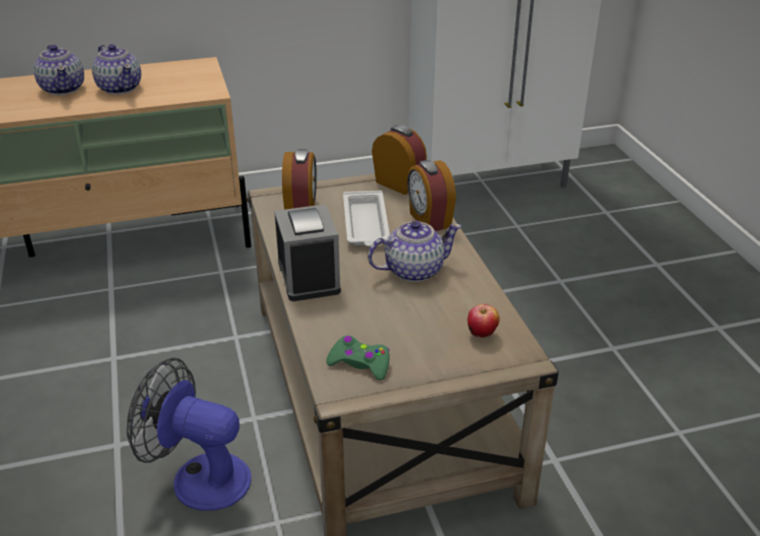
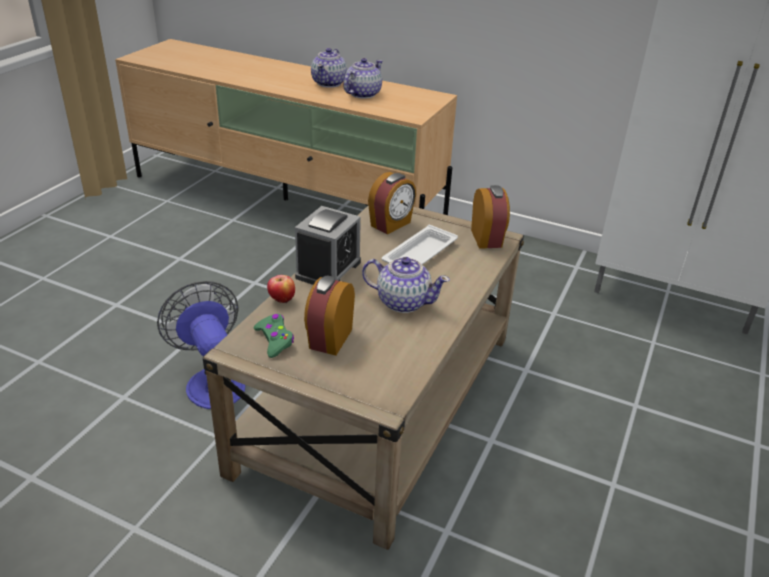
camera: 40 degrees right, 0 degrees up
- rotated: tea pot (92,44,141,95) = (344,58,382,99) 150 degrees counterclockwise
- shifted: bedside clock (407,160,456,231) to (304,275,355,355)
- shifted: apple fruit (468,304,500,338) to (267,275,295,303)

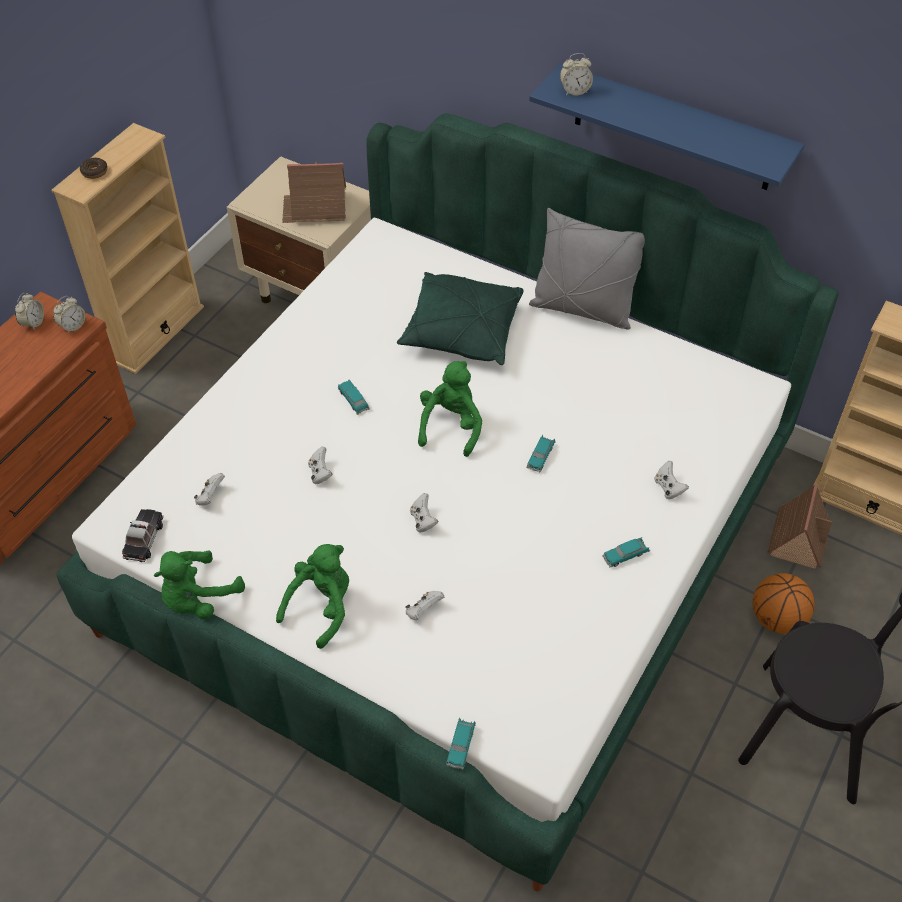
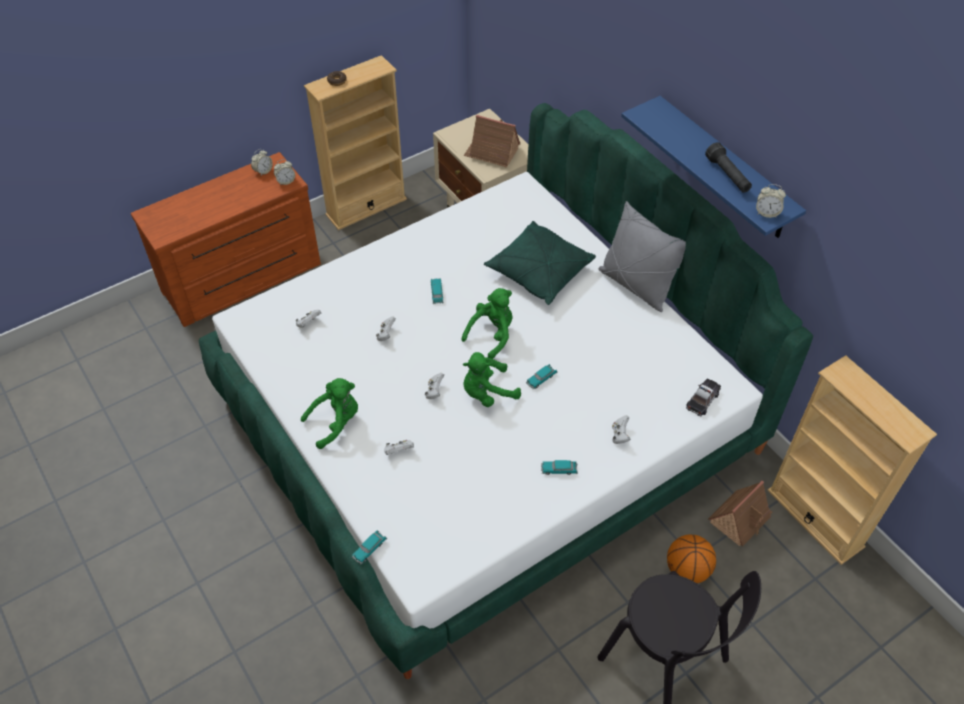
camera: 25 degrees right, 0 degrees up
- shifted: bedside clock (560,53,593,95) to (756,184,786,218)
- shifted: toy car (122,509,163,562) to (686,379,721,416)
- shifted: green-coloured cuddly toy (153,550,245,619) to (463,352,521,407)
- new: black-coloured hand torch (705,142,752,193)

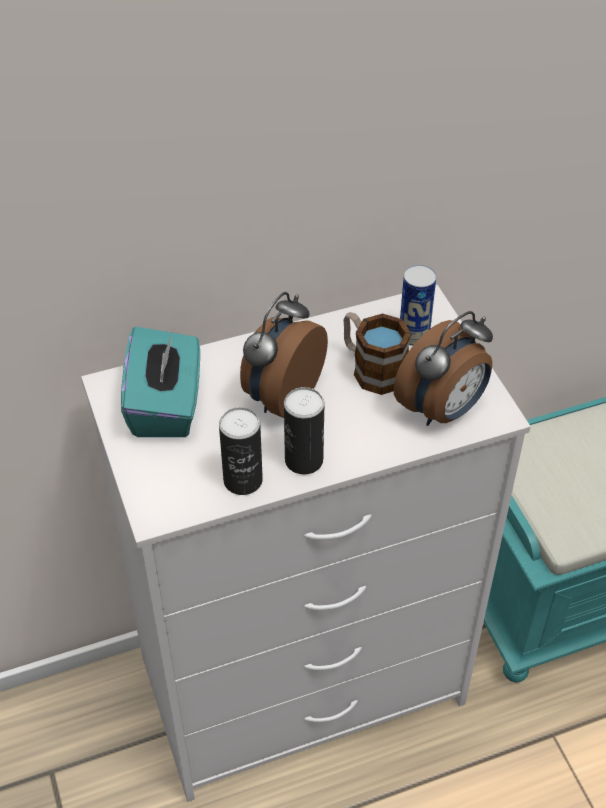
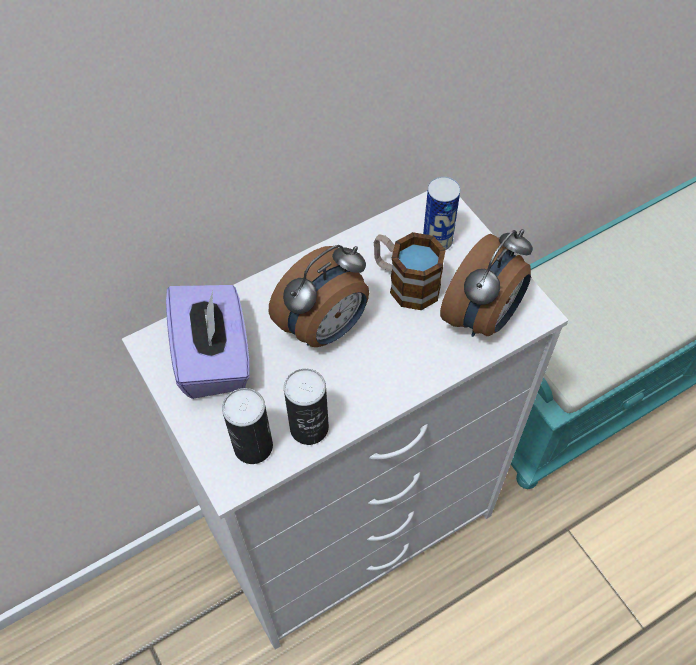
camera: 10 degrees left, 10 degrees up
- rotated: bedside clock (240,292,328,418) = (269,245,369,347) 150 degrees counterclockwise
- repainted: turquoise-coloured box of tissues (121,326,200,437) to purple box of tissues (166,285,250,399)
- shifted: metal can (284,387,324,474) to (222,388,273,464)

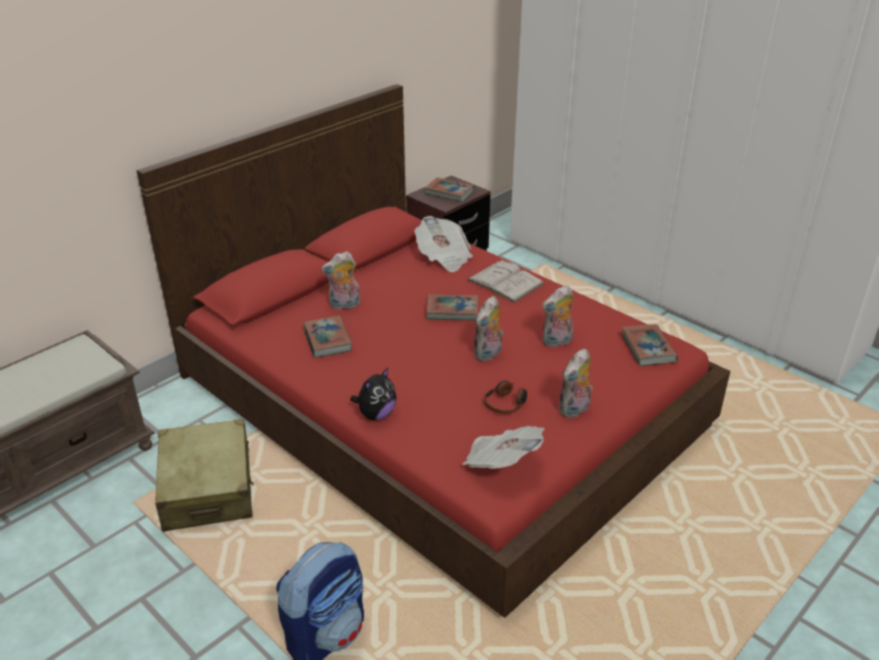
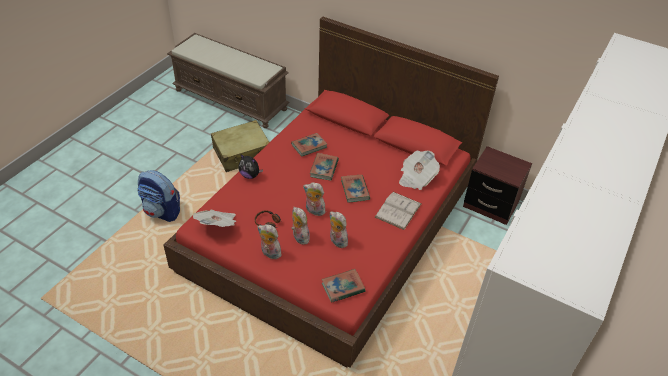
camera: 75 degrees right, 10 degrees up
- shifted: bound book (425,178,474,202) to (310,153,339,180)
- shifted: cuddly toy (321,251,360,310) to (291,207,310,245)

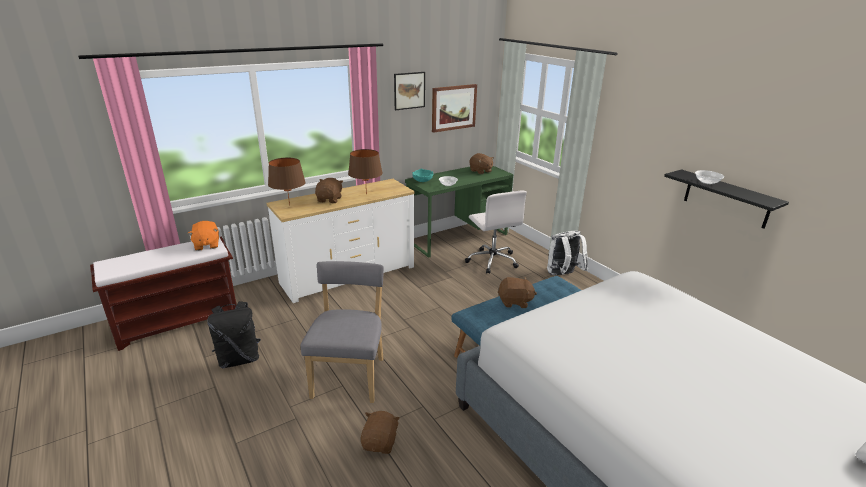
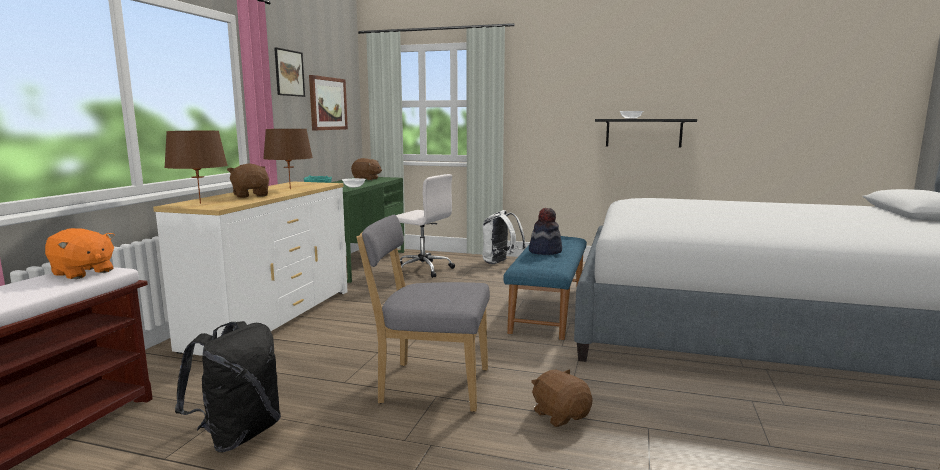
camera: 40 degrees left, 15 degrees down
- rotated: gray plain chair (301,261,384,403) = (357,214,490,412) 45 degrees counterclockwise
- swapped: brownish cuddly toy (498,277,537,308) to hat (529,208,562,255)

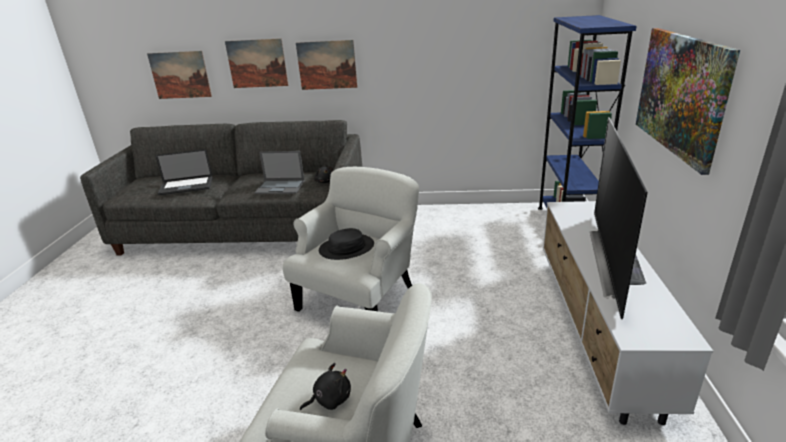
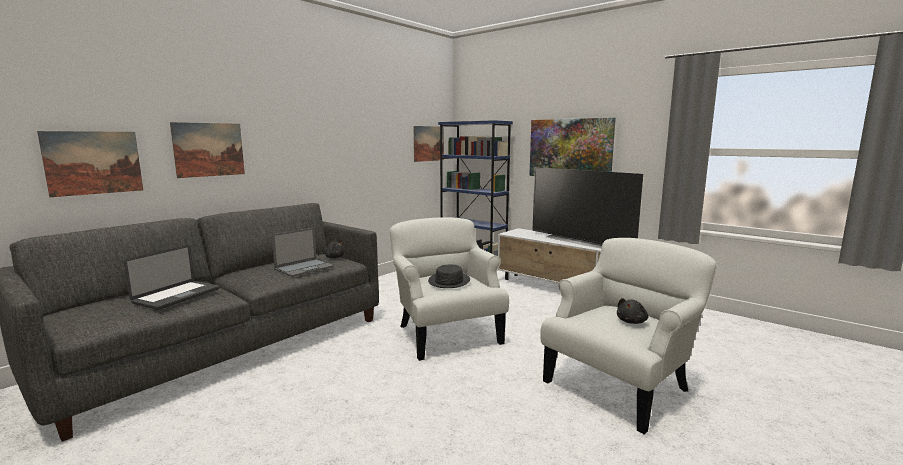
camera: 55 degrees left, 15 degrees down
- shifted: picture (296,40,357,90) to (413,126,444,162)
- rotated: black-coloured cuddly toy (300,363,351,410) = (617,298,648,324) 150 degrees counterclockwise

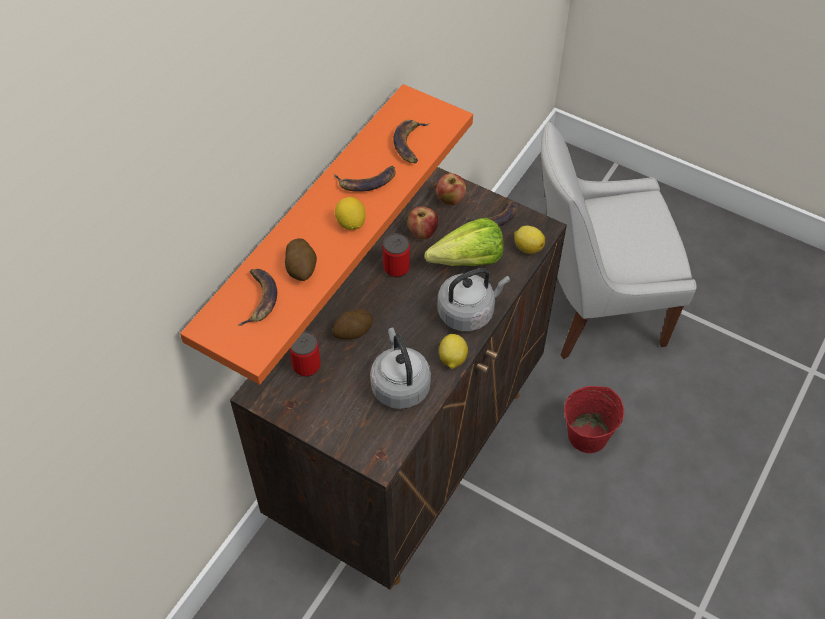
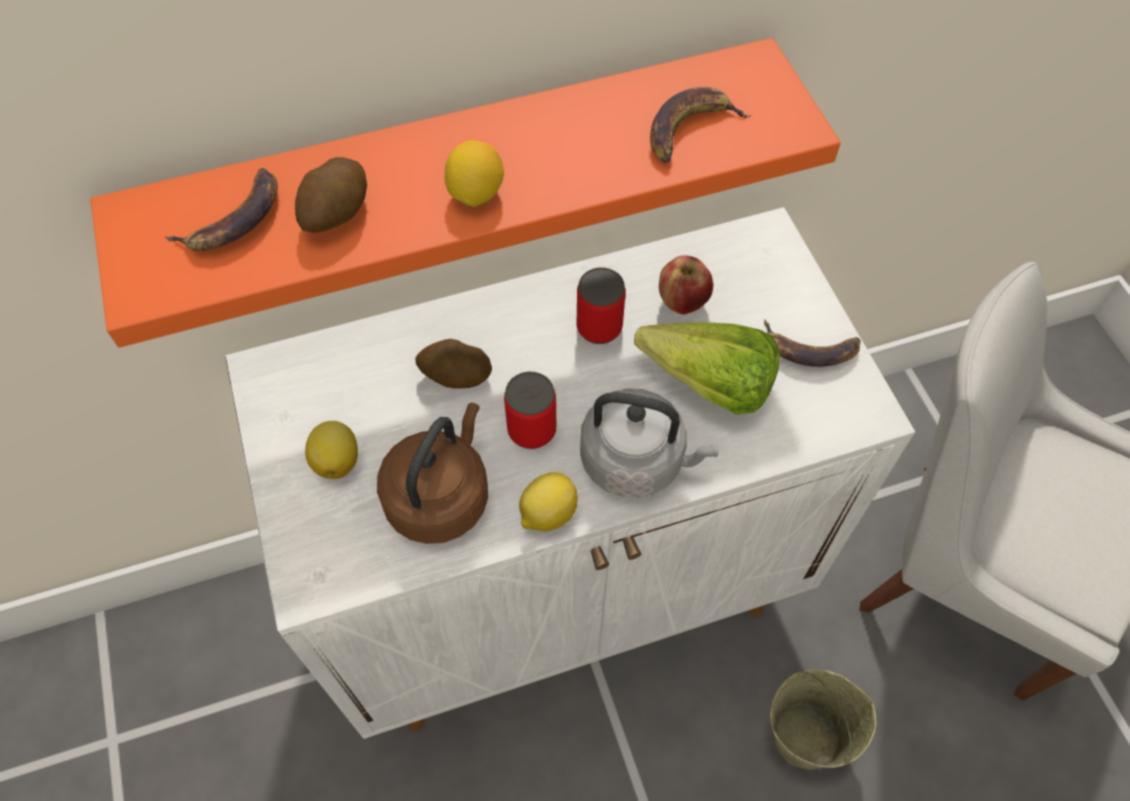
camera: 40 degrees right, 5 degrees up
- gone: whole banana (334,166,396,192)
- repainted: brownish cupboard (230,167,567,590) to white cupboard (225,207,915,739)
- gone: apple fruit (436,173,466,205)
- shifted: whole lemon (514,226,545,254) to (305,421,358,479)
- repainted: gray water kettle (370,327,431,409) to brownish water kettle (377,403,488,544)
- shifted: metal can (289,331,321,377) to (504,372,556,449)
- repainted: reddish water bucket (564,386,624,453) to sand-coloured water bucket (770,669,877,770)

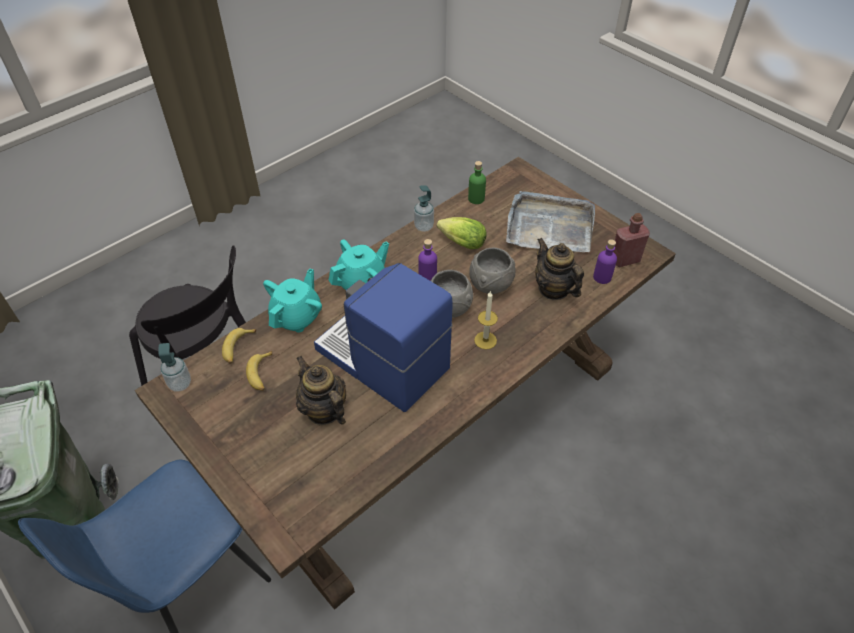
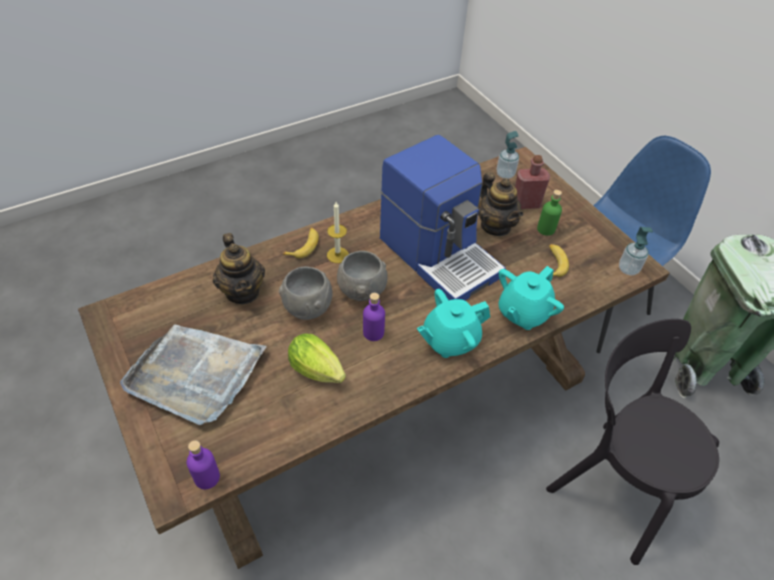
camera: 170 degrees left, 0 degrees up
- shifted: green-coloured beverage bottle (468,161,486,204) to (537,190,562,236)
- shifted: soap bottle (414,186,434,232) to (497,131,519,179)
- shifted: reddish beverage bottle (613,213,650,267) to (515,155,550,209)
- shifted: purple beverage bottle (593,239,617,284) to (187,440,220,489)
- shifted: whole banana (222,328,256,364) to (283,228,319,258)

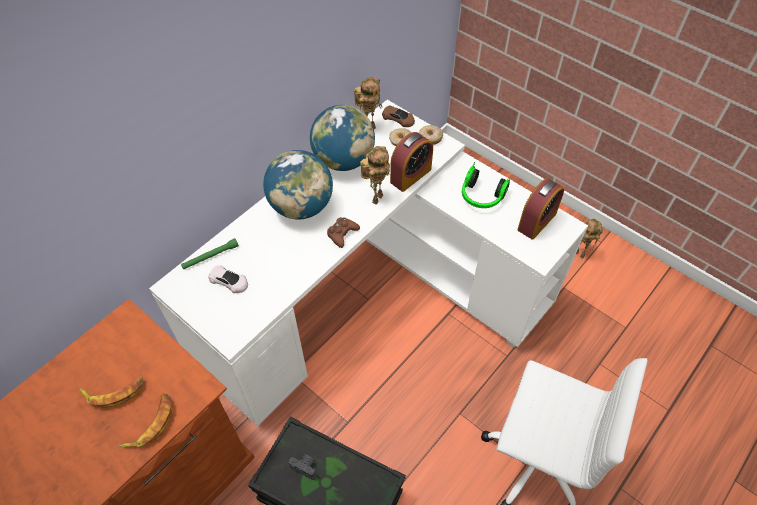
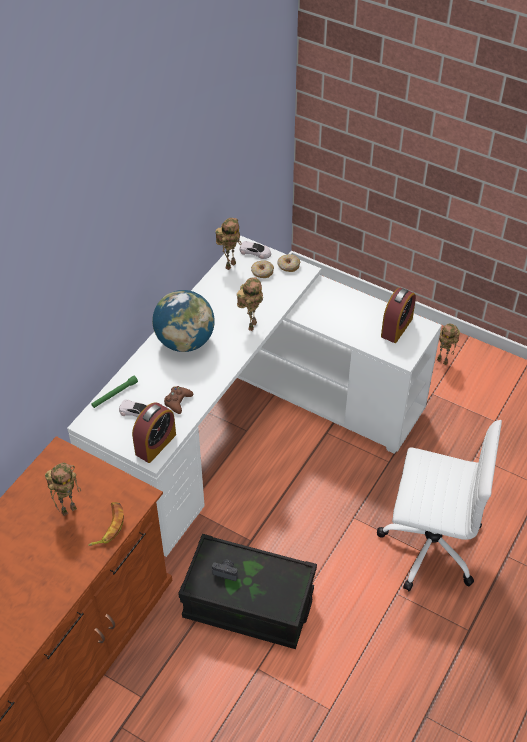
camera: 10 degrees left, 5 degrees down
- gone: desk globe (310,105,375,171)
- repainted: brownish toy car (382,105,415,127) to white toy car (240,241,271,259)
- shifted: bedside clock (390,132,433,192) to (132,402,176,463)
- gone: pair of headphones (462,162,510,208)
- shifted: brownish game controller (327,217,360,248) to (164,386,194,414)
- swapped: whole banana (79,377,143,408) to toy robot (45,463,81,516)

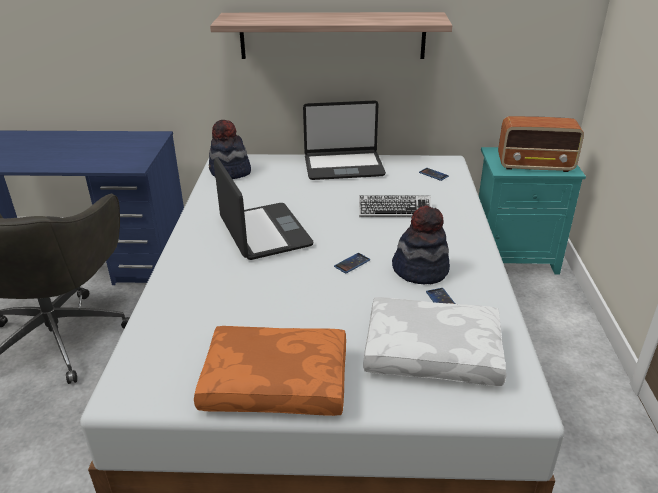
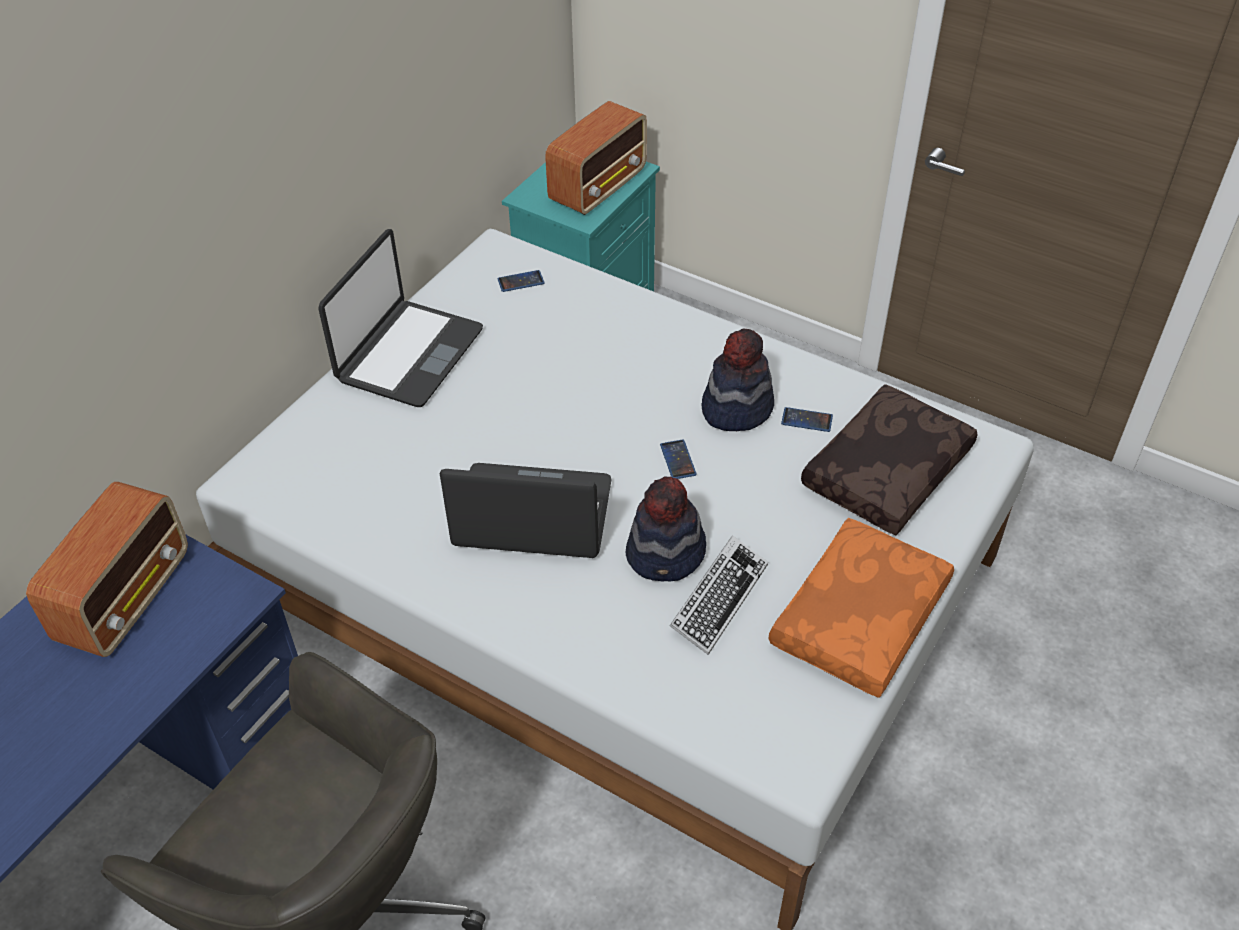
camera: 60 degrees left, 15 degrees up
- gone: bracket shelf (210,12,452,59)
- shifted: hat (209,120,251,179) to (626,476,706,582)
- shifted: PC keyboard (359,195,432,217) to (670,535,768,655)
- repainted: white cushion (363,297,506,386) to brownish cushion (801,384,978,535)
- new: radio set (26,482,188,657)

